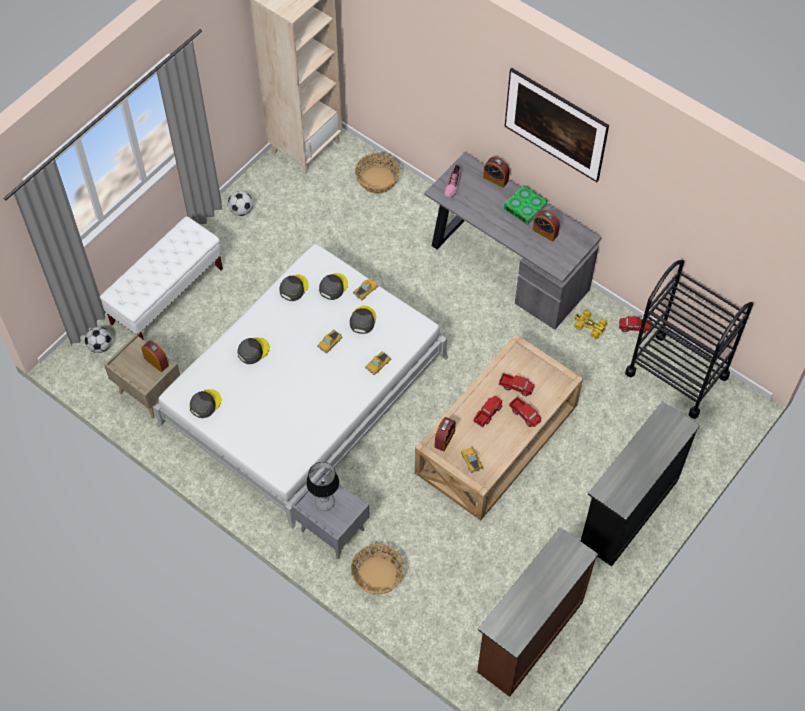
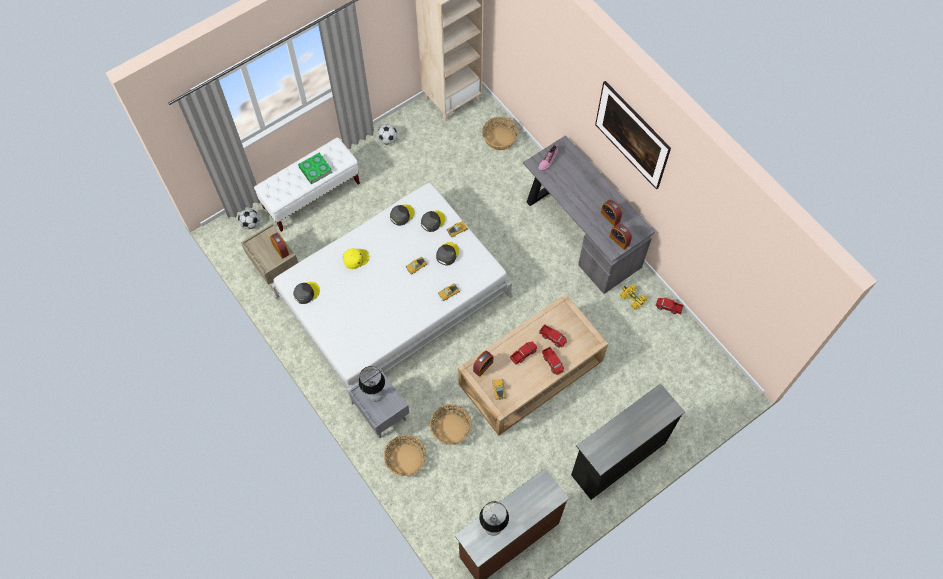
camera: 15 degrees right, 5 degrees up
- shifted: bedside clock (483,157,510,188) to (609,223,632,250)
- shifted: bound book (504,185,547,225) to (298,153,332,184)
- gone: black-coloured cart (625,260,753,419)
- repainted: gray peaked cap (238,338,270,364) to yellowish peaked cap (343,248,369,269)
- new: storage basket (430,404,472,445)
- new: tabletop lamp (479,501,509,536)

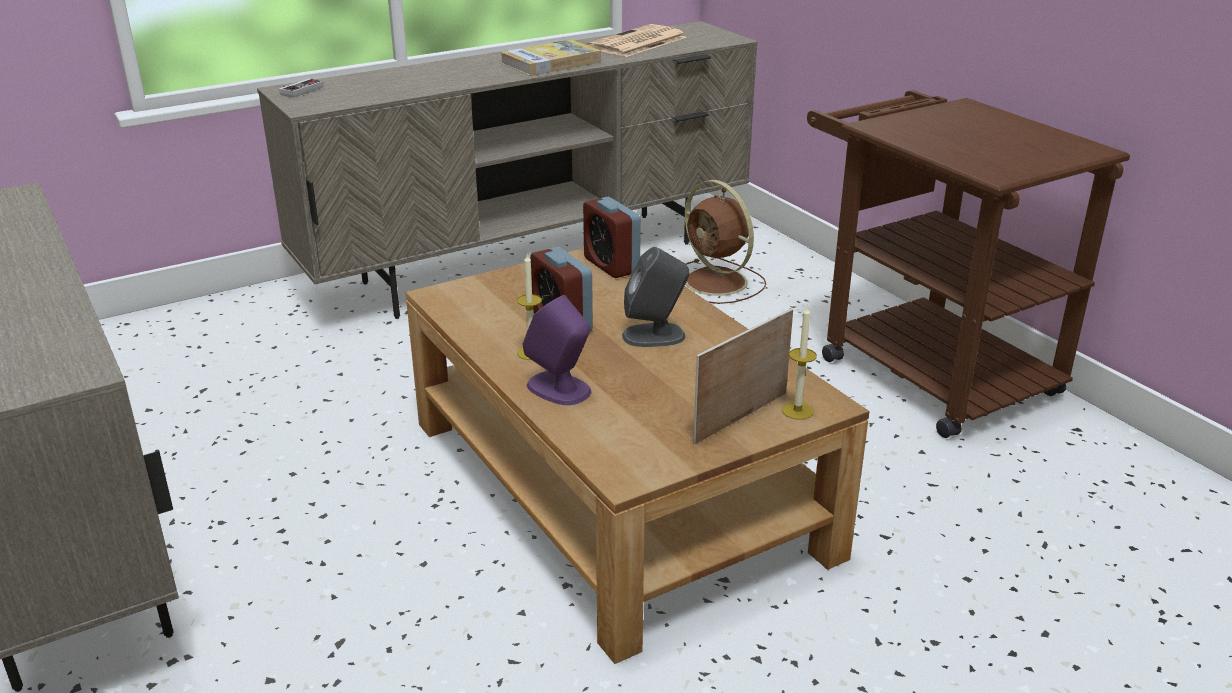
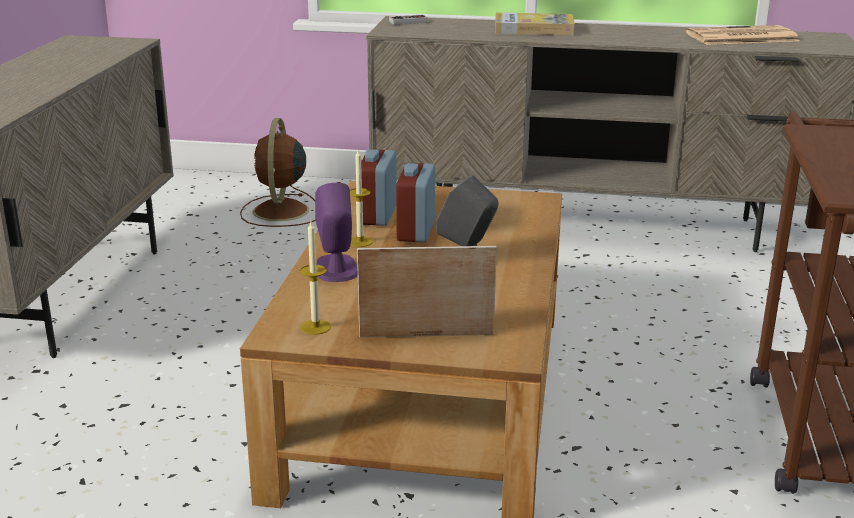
camera: 40 degrees right, 5 degrees down
- shifted: bound book (500,39,601,76) to (495,13,575,35)
- shifted: brownish fan (685,180,766,304) to (240,118,315,227)
- shifted: bedside clock (583,197,641,278) to (361,149,397,226)
- shifted: candle (782,305,817,420) to (300,222,331,335)

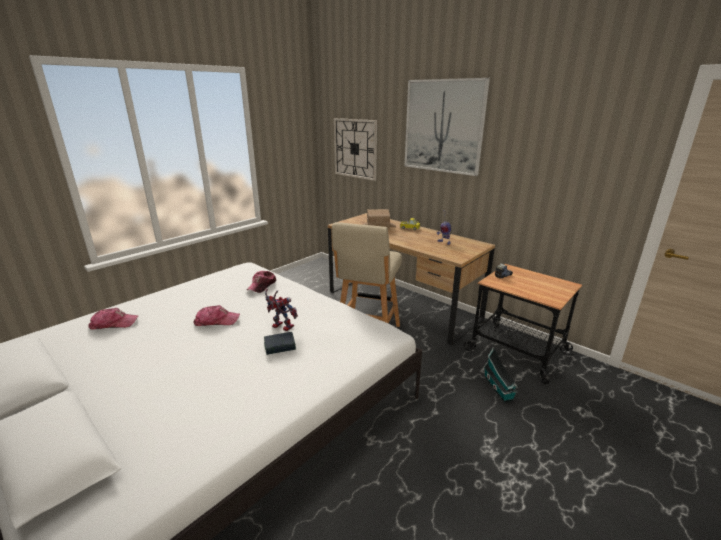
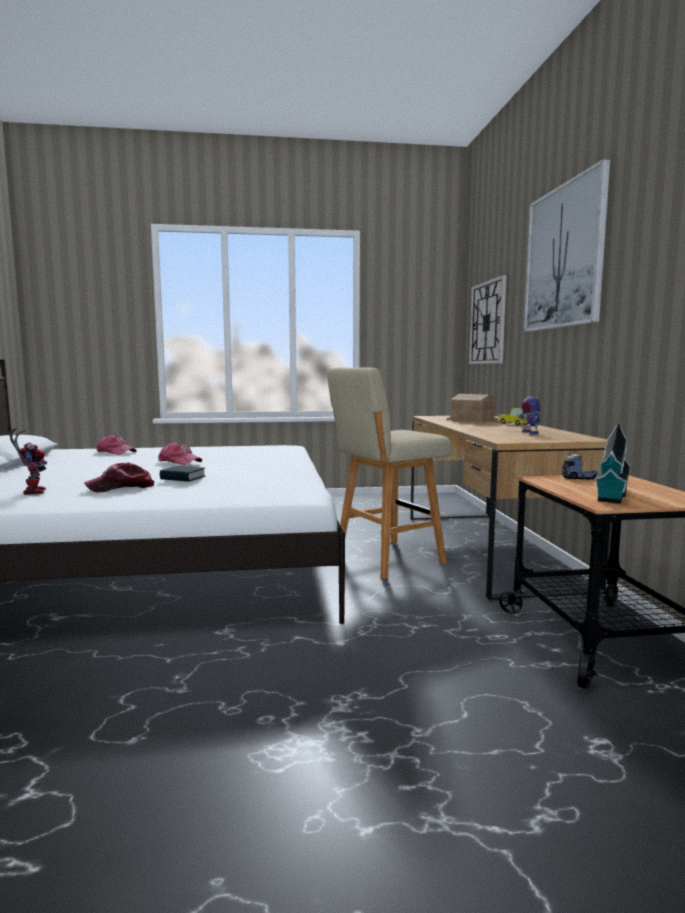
camera: 40 degrees right, 15 degrees down
- shifted: peaked cap (247,271,276,293) to (84,462,155,492)
- shifted: toy robot (265,289,298,331) to (9,428,47,495)
- shifted: toy house (483,347,518,402) to (594,421,630,504)

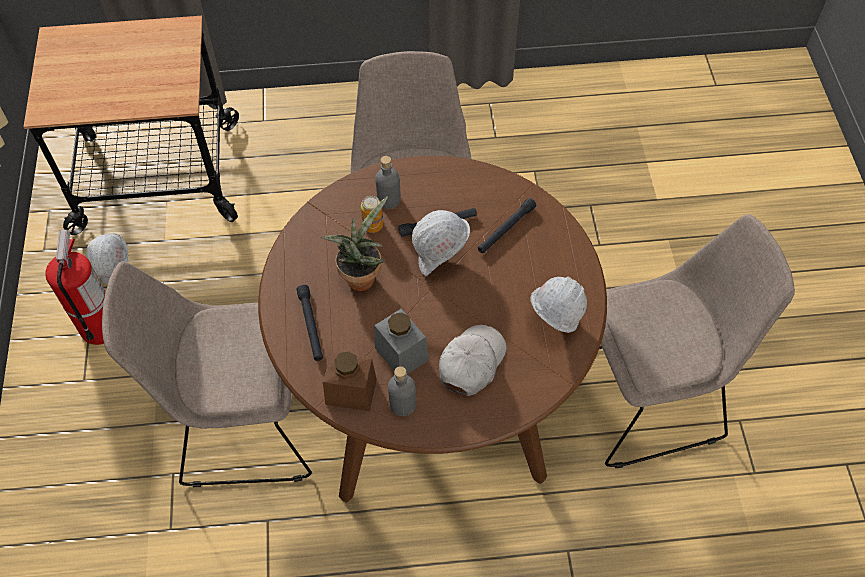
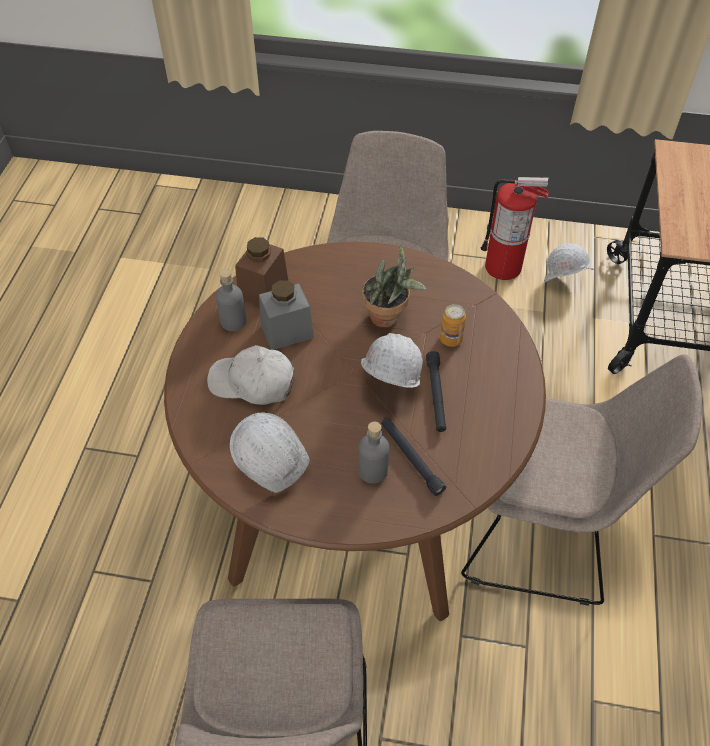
camera: 105 degrees right, 5 degrees down
- shifted: gray beverage bottle (375,156,401,209) to (358,422,389,484)
- gone: black-coloured hand torch (297,285,323,361)
- rotated: white peaked cap (439,325,507,396) = (207,345,294,405) 150 degrees clockwise

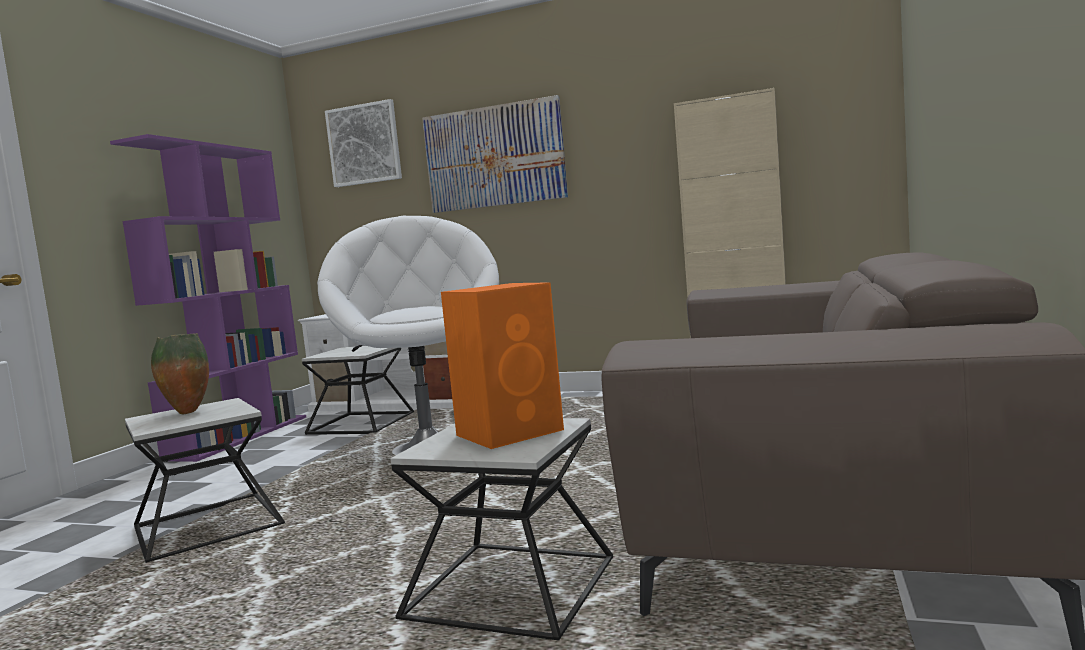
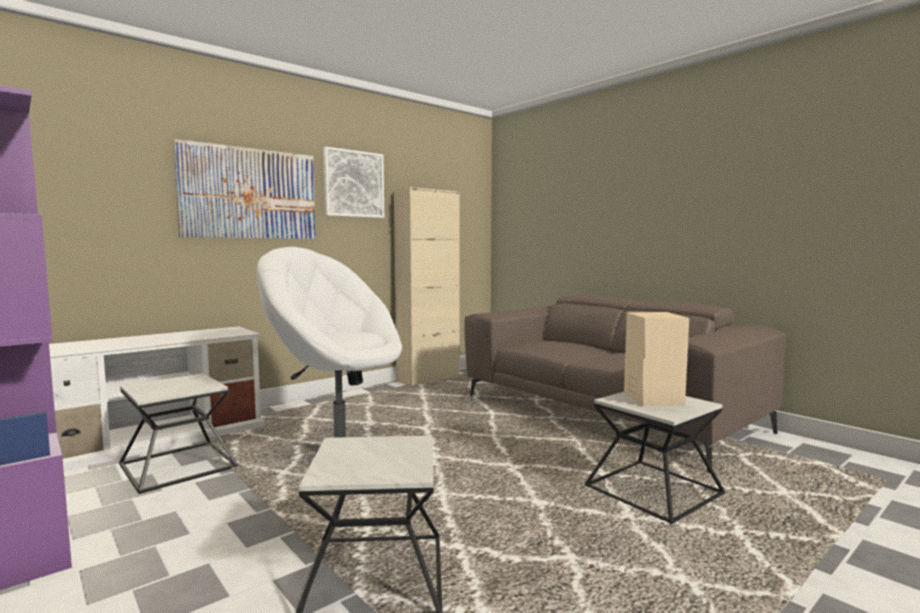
camera: 60 degrees left, 0 degrees up
- shifted: picture (325,99,402,187) to (323,147,384,218)
- repainted: orange-coloured speaker (441,282,564,449) to sand-coloured speaker (624,312,689,406)
- gone: flower vase (151,333,209,414)

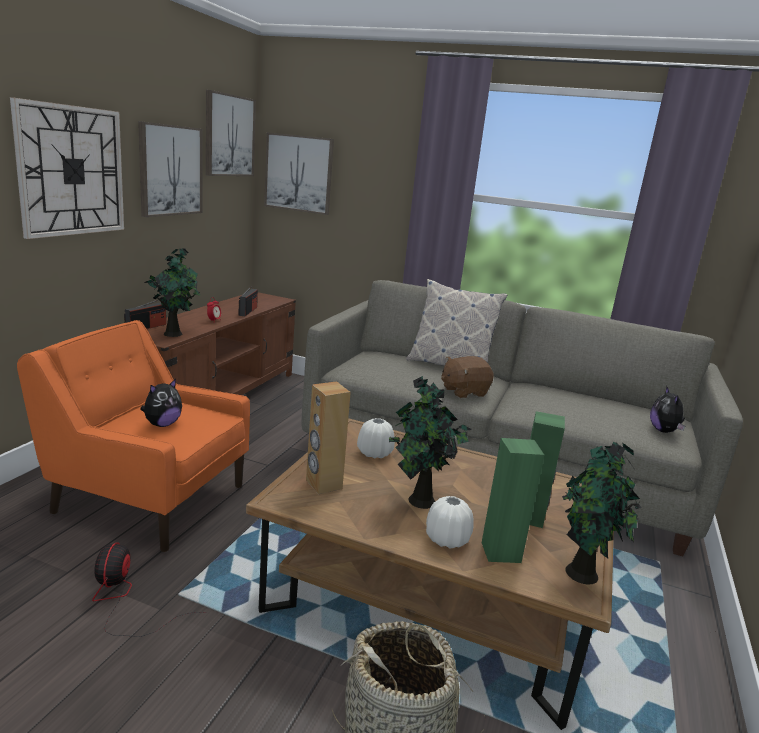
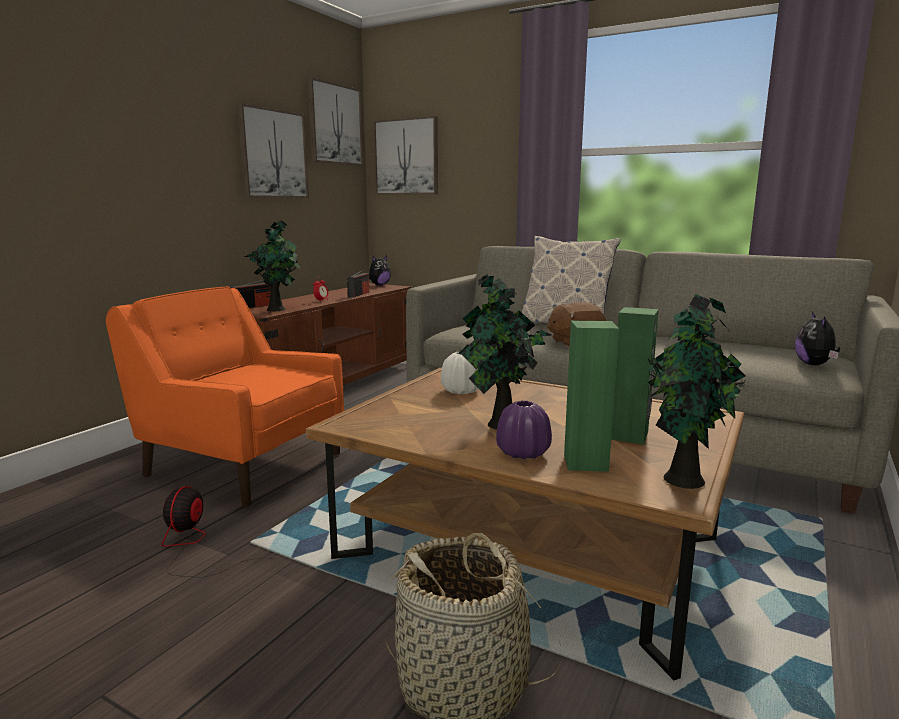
camera: 10 degrees right, 5 degrees down
- gone: hanging clock (10,97,124,239)
- shifted: cuddly toy (141,379,182,427) to (369,256,391,286)
- gone: brownish speaker (306,381,351,494)
- repainted: white flower vase (426,496,474,549) to purple flower vase (496,401,552,459)

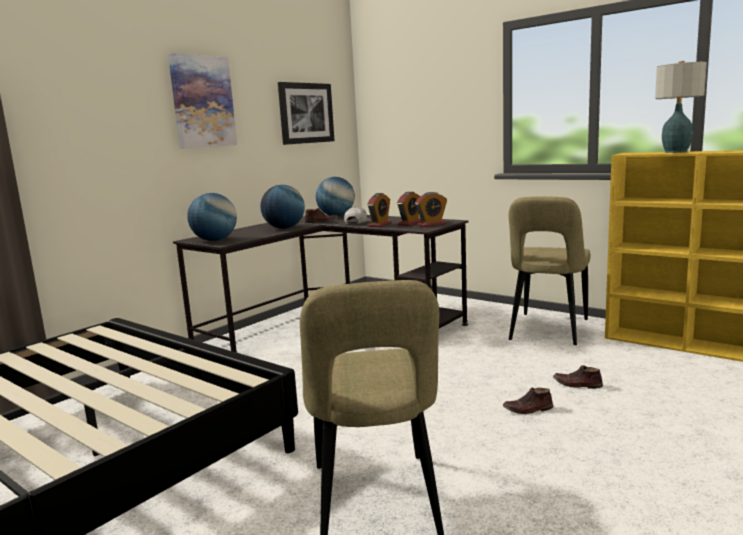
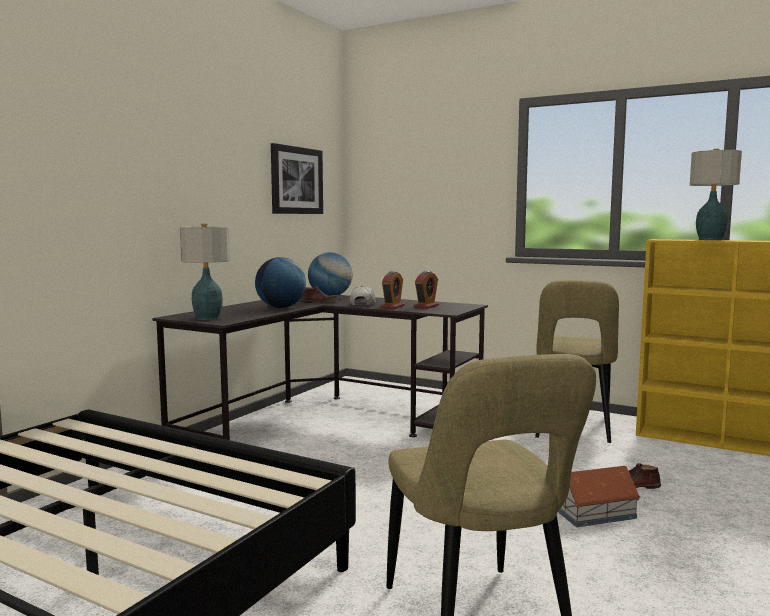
camera: 10 degrees left, 5 degrees down
- gone: picture (168,53,237,149)
- gone: bedside clock (415,192,447,227)
- swapped: desk globe (187,193,237,241) to tabletop lamp (180,223,230,320)
- swapped: brownish item of footwear (503,388,553,414) to toy house (558,466,641,527)

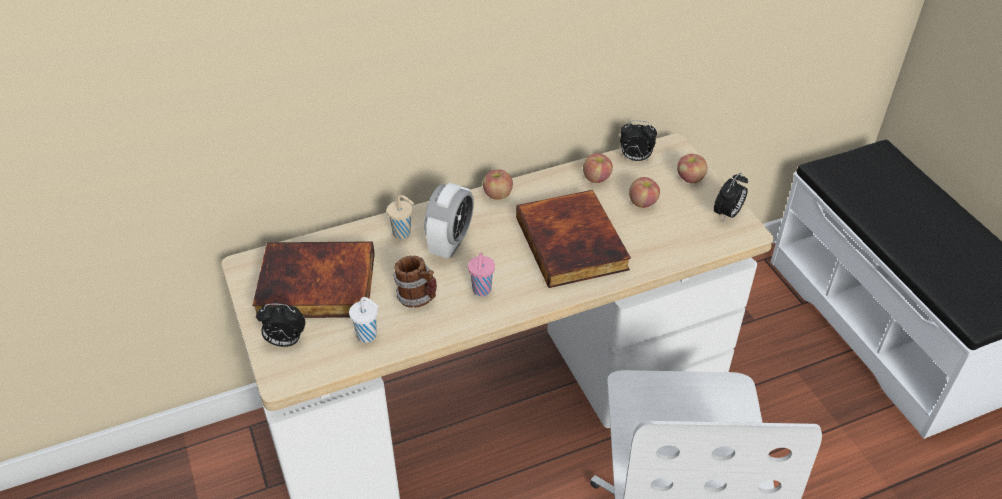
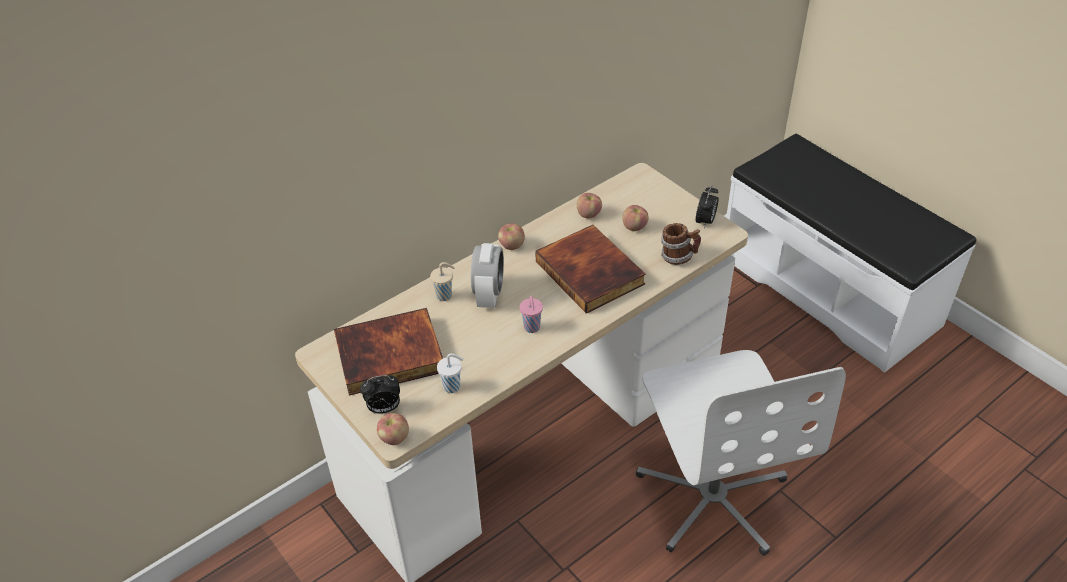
camera: 15 degrees left, 0 degrees up
- gone: bedside clock (620,120,657,161)
- shifted: apple fruit (677,154,707,184) to (377,413,409,445)
- shifted: mug (393,256,437,308) to (661,223,701,265)

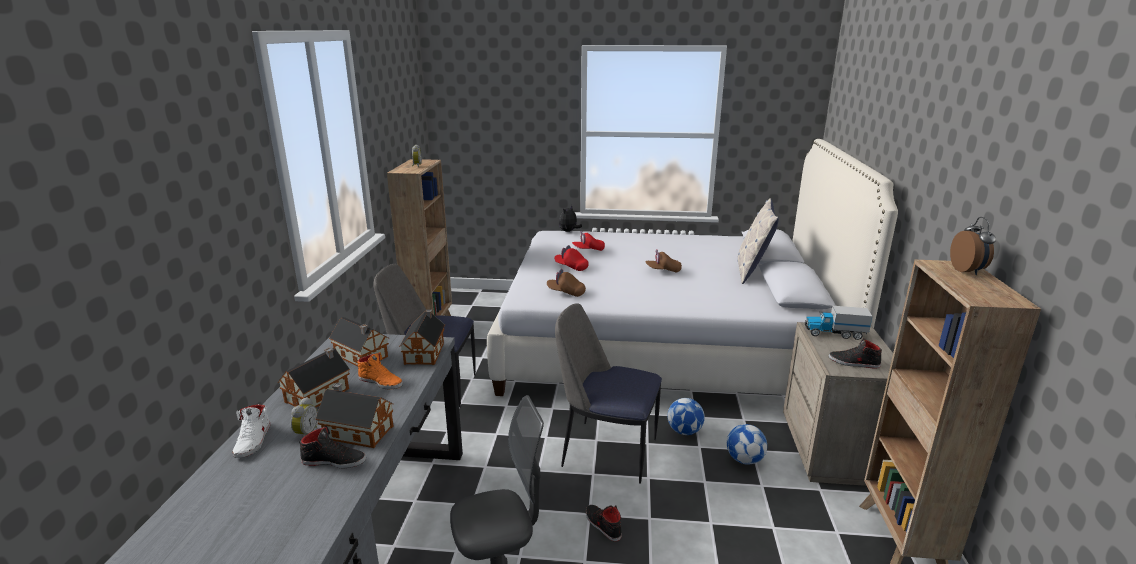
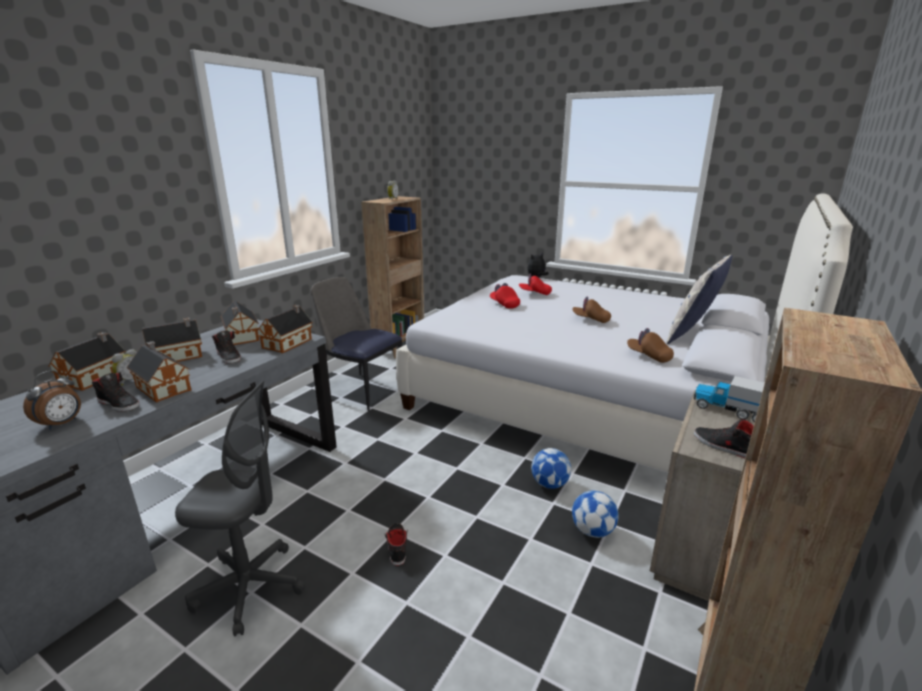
camera: 25 degrees right, 0 degrees up
- shifted: bedside clock (950,217,996,275) to (23,370,81,430)
- shifted: brownish peaked cap (547,269,586,297) to (627,328,674,363)
- gone: plain chair (555,303,662,484)
- repainted: orange-coloured item of footwear (357,352,403,389) to black-coloured item of footwear (212,331,241,364)
- swapped: white item of footwear (232,404,270,458) to toy house (48,332,126,391)

